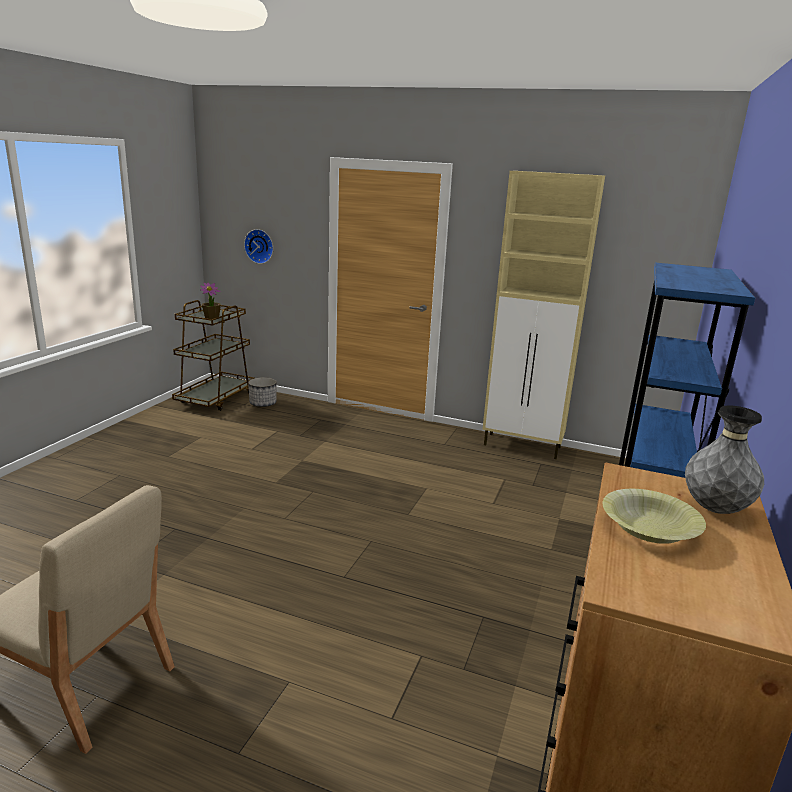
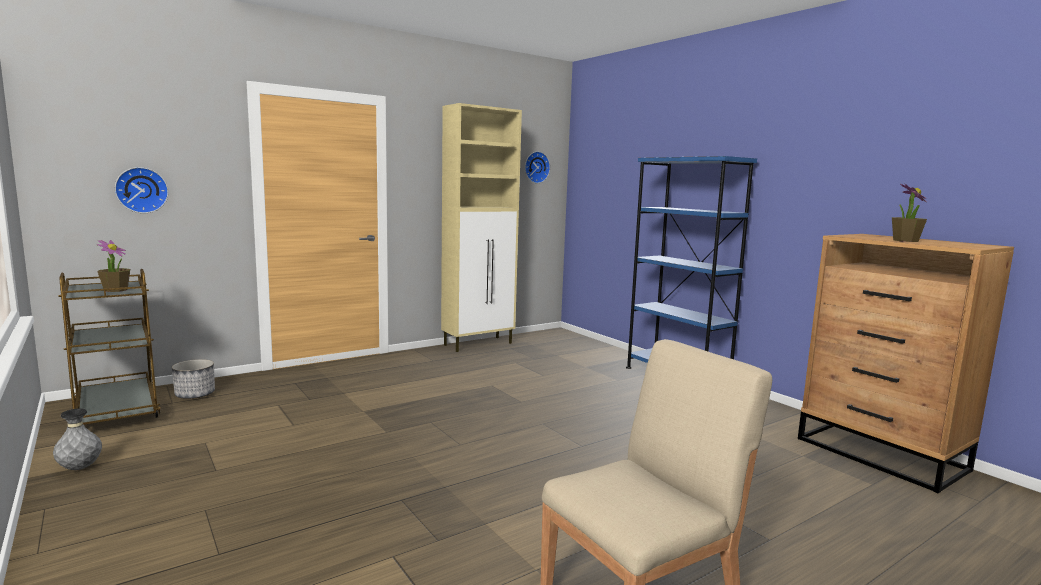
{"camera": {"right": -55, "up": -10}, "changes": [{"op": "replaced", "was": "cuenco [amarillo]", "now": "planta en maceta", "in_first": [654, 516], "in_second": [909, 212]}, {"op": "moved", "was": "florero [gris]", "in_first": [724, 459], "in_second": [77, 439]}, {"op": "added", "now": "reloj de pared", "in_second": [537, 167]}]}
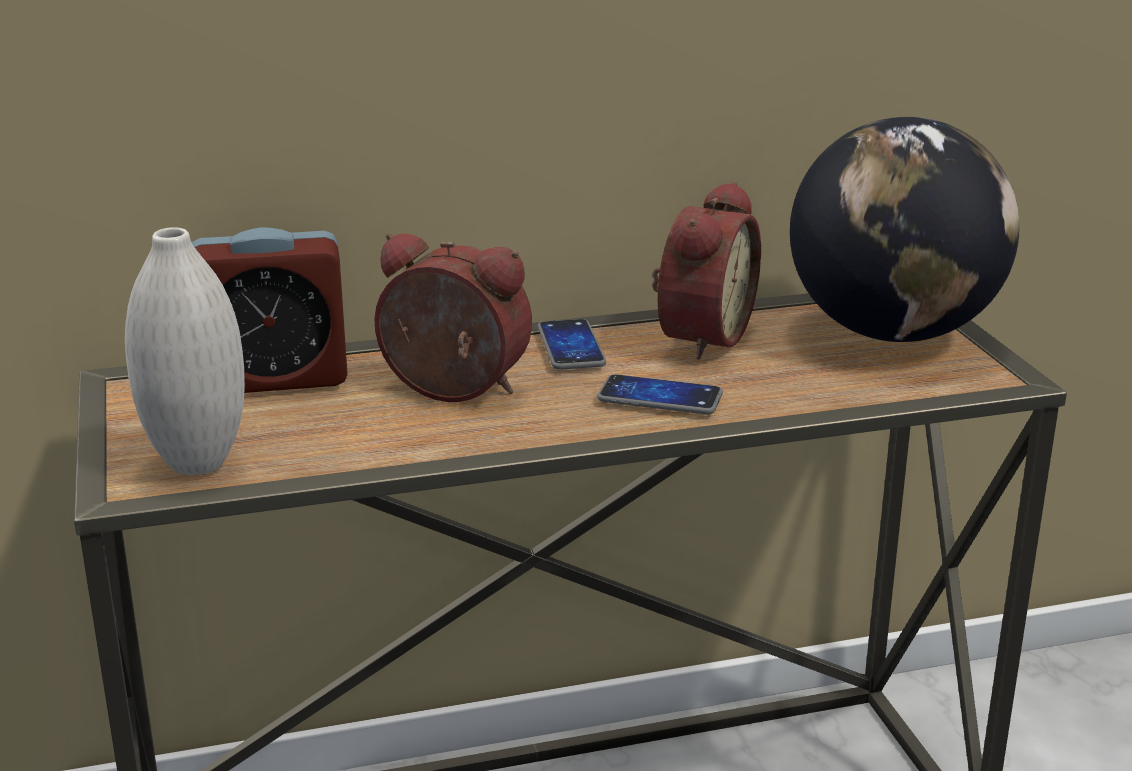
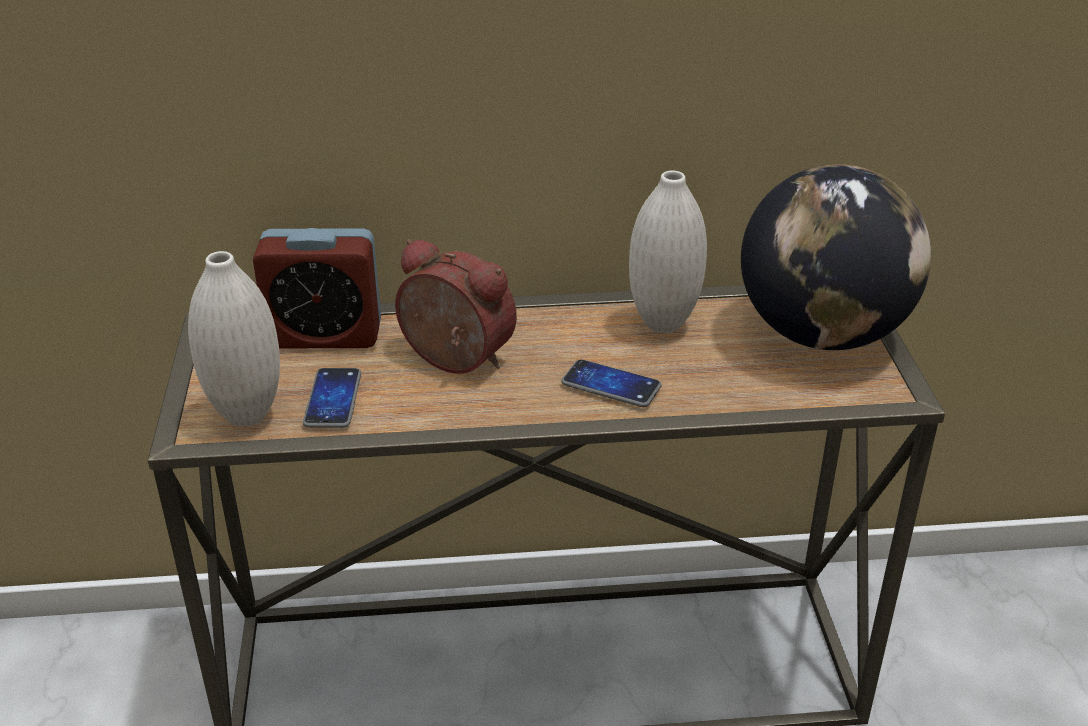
{"camera": {"right": 10, "up": 10}, "changes": [{"op": "moved", "was": "móvil", "in_first": [572, 344], "in_second": [332, 398]}, {"op": "replaced", "was": "despertador", "now": "florero [blanco]", "in_first": [706, 270], "in_second": [668, 251]}]}
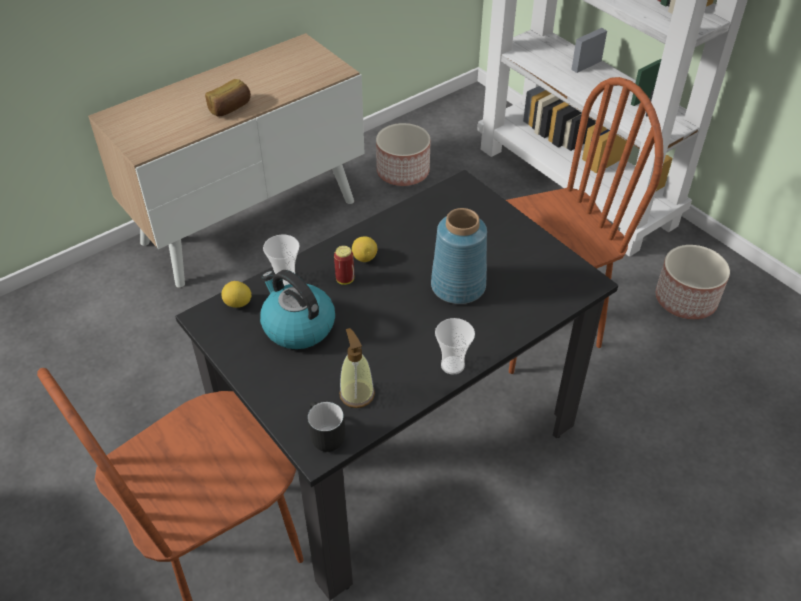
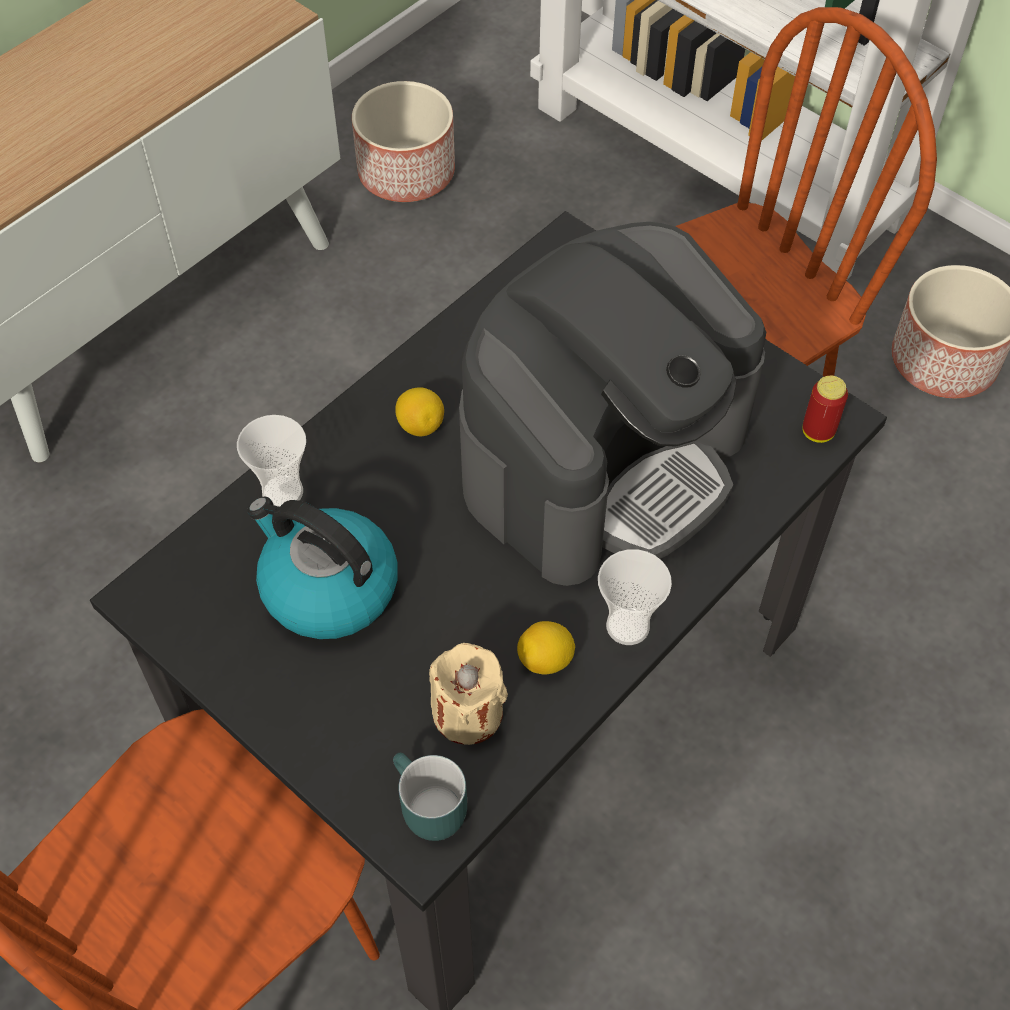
{"camera": {"right": -10, "up": 10}, "changes": [{"op": "removed", "was": "pan", "in_first": [228, 97]}, {"op": "moved", "was": "limón", "in_first": [236, 294], "in_second": [546, 647]}, {"op": "recoloured", "was": "taza grande [negro]", "now": "taza grande [turquesa]", "in_first": [326, 427], "in_second": [430, 797]}, {"op": "moved", "was": "lata", "in_first": [344, 265], "in_second": [825, 409]}, {"op": "replaced", "was": "dispensador de jabón", "now": "vela [beis]", "in_first": [357, 368], "in_second": [468, 694]}, {"op": "replaced", "was": "florero [azul]", "now": "cafetera", "in_first": [459, 256], "in_second": [612, 404]}]}
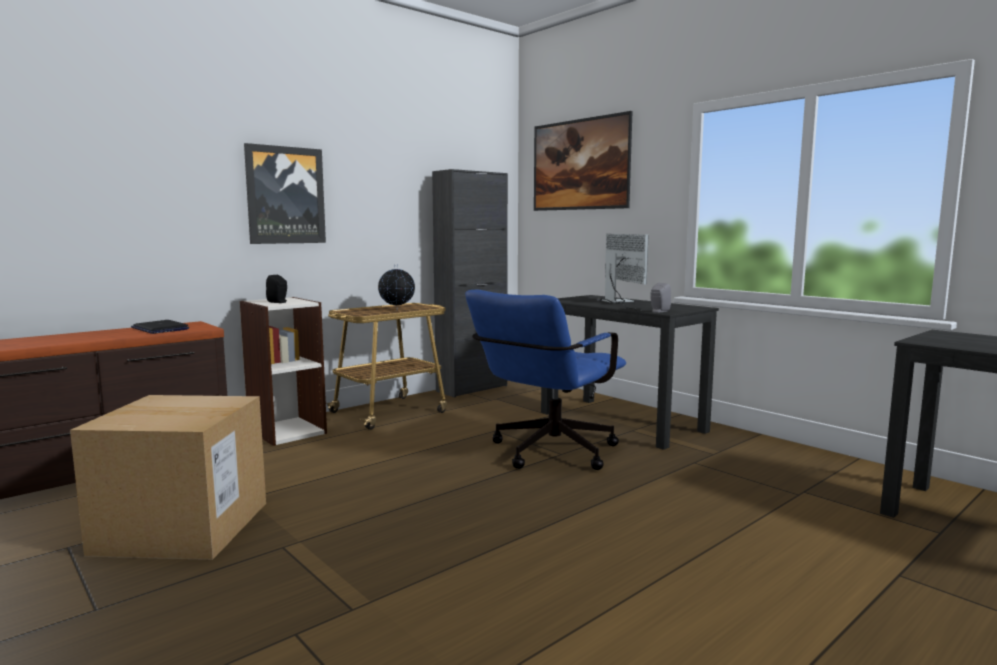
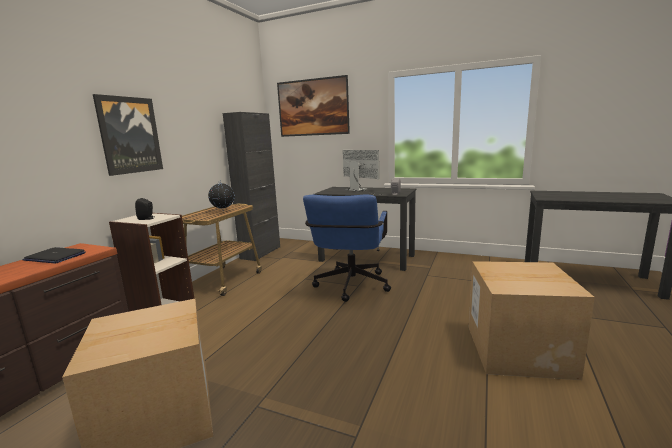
{"camera": {"right": -25, "up": 5}, "changes": [{"op": "added", "now": "caja de cartón", "in_second": [532, 320]}]}
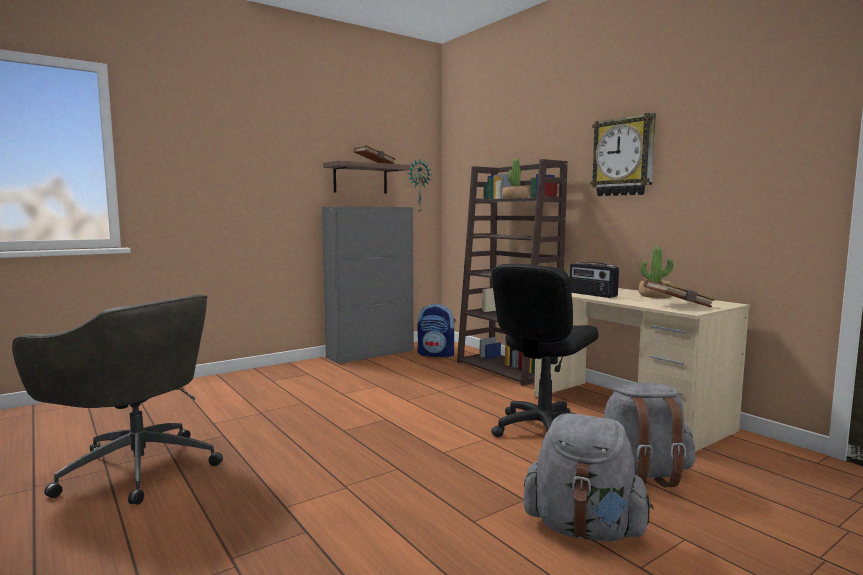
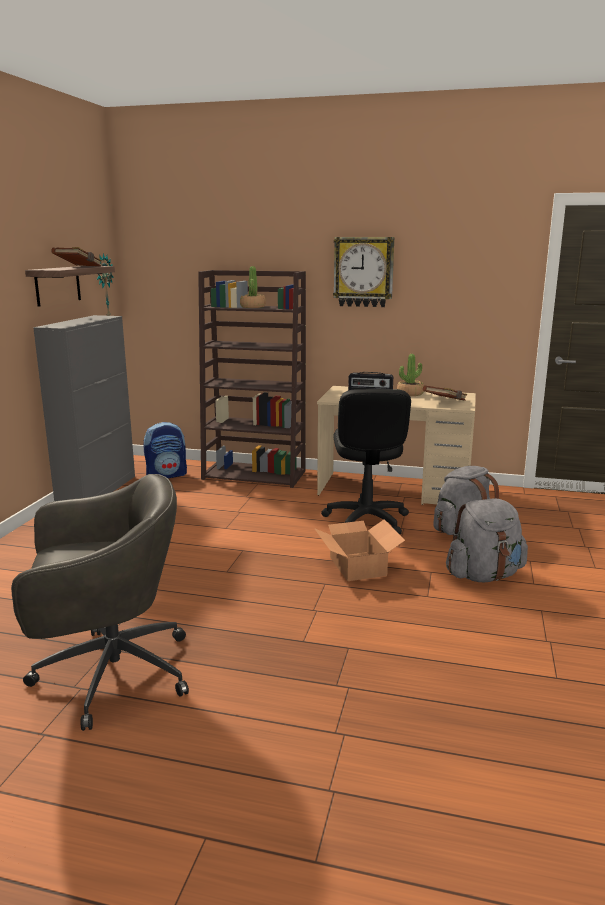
{"camera": {"right": -40, "up": 10}, "changes": [{"op": "added", "now": "caja de cartón", "in_second": [359, 550]}]}
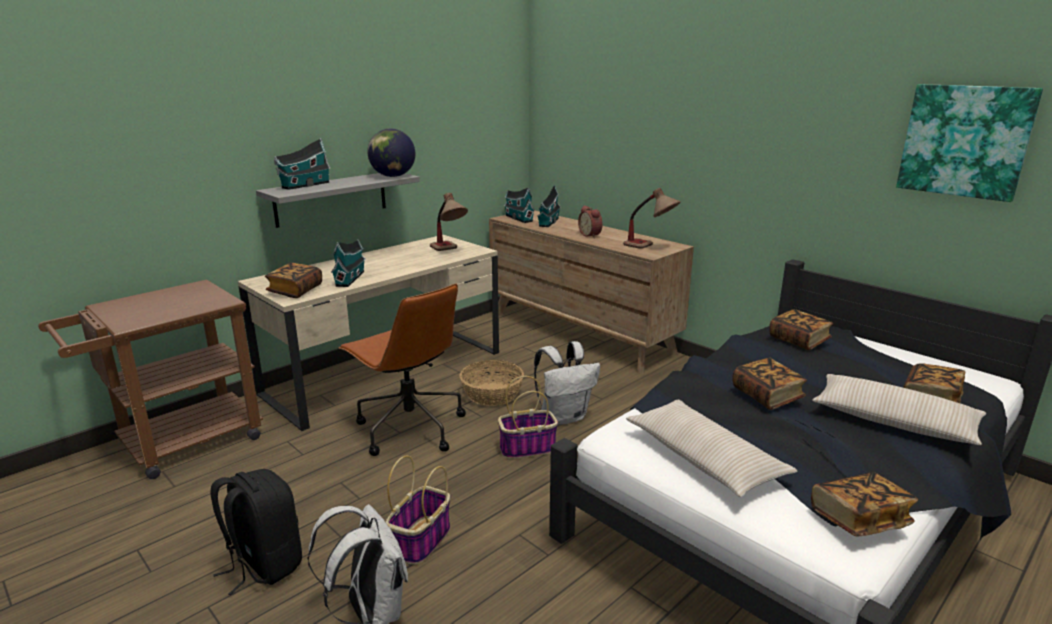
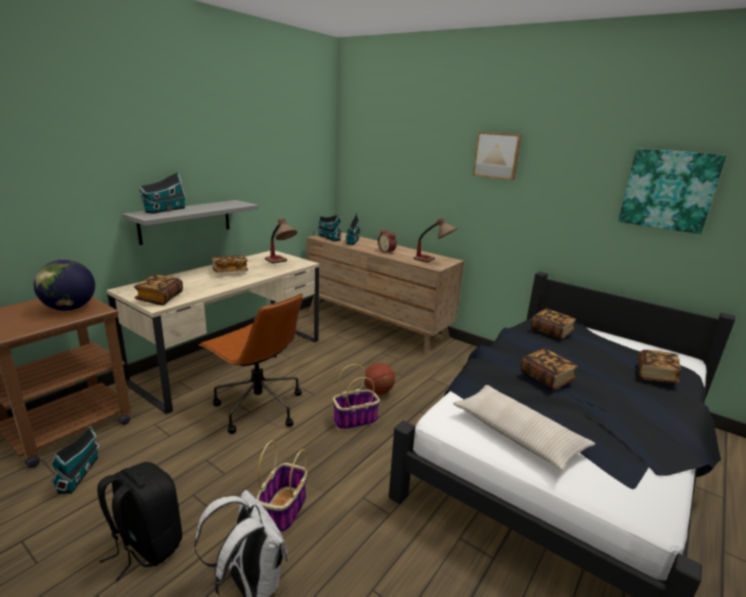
{"camera": {"right": -10, "up": 0}, "changes": [{"op": "moved", "was": "casita", "in_first": [348, 263], "in_second": [75, 460]}, {"op": "moved", "was": "globo terráqueo", "in_first": [391, 153], "in_second": [64, 285]}, {"op": "removed", "was": "cesta", "in_first": [492, 383]}, {"op": "replaced", "was": "mochila [blanco]", "now": "balón de baloncesto", "in_first": [567, 383], "in_second": [379, 379]}, {"op": "moved", "was": "libro", "in_first": [864, 504], "in_second": [230, 264]}, {"op": "removed", "was": "cojín [beis]", "in_first": [899, 409]}, {"op": "added", "now": "cuadro", "in_second": [497, 156]}]}
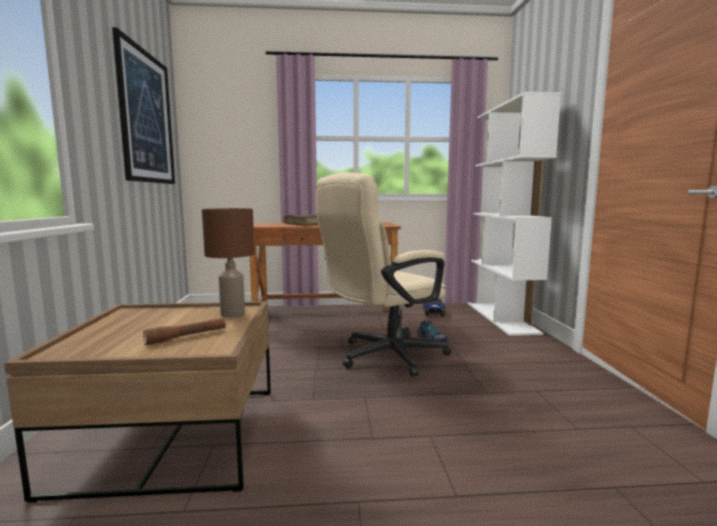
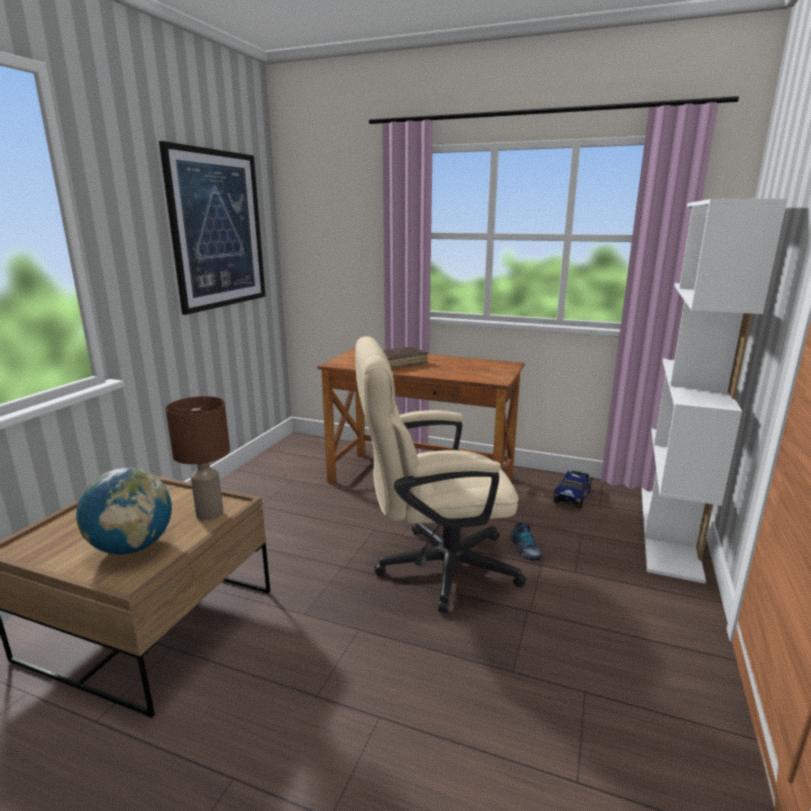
{"camera": {"right": 25, "up": 10}, "changes": [{"op": "replaced", "was": "linterna [marrón]", "now": "globo terráqueo", "in_first": [184, 331], "in_second": [124, 511]}]}
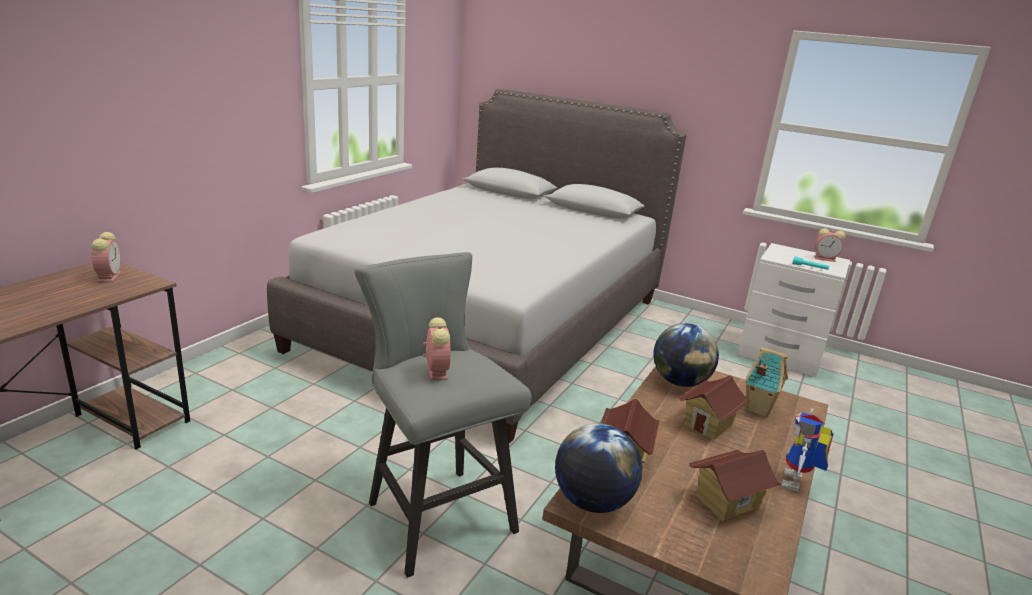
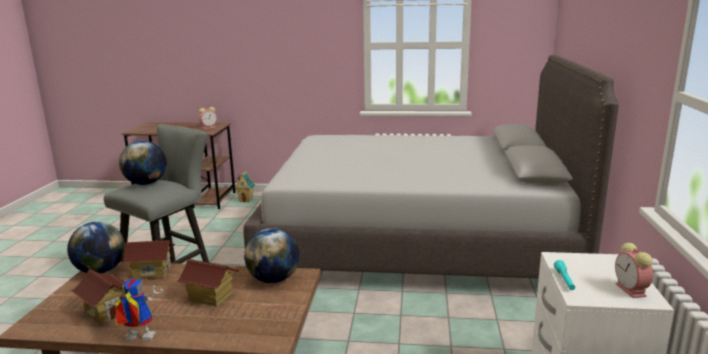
{"camera": {"right": 70, "up": -5}, "changes": [{"op": "replaced", "was": "despertador", "now": "globo terráqueo", "in_first": [437, 348], "in_second": [143, 163]}, {"op": "moved", "was": "casita", "in_first": [766, 382], "in_second": [244, 187]}]}
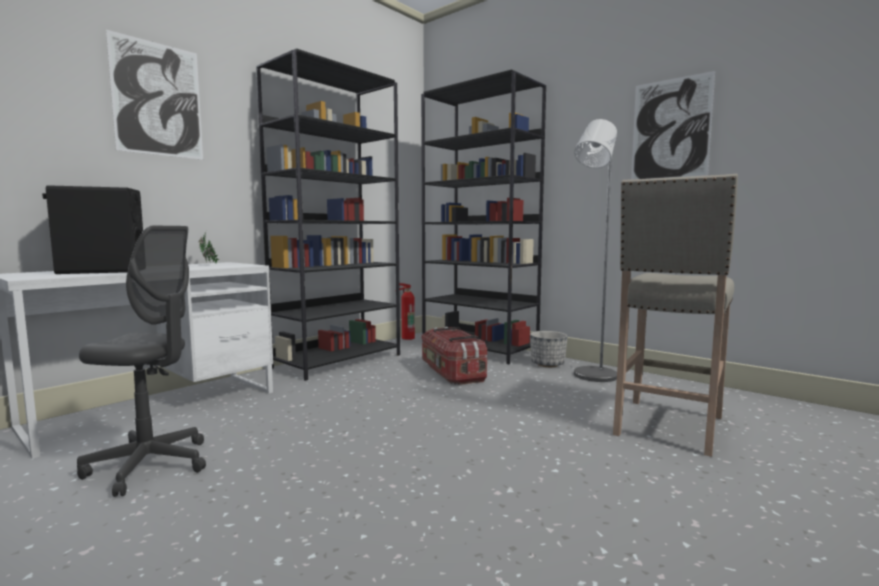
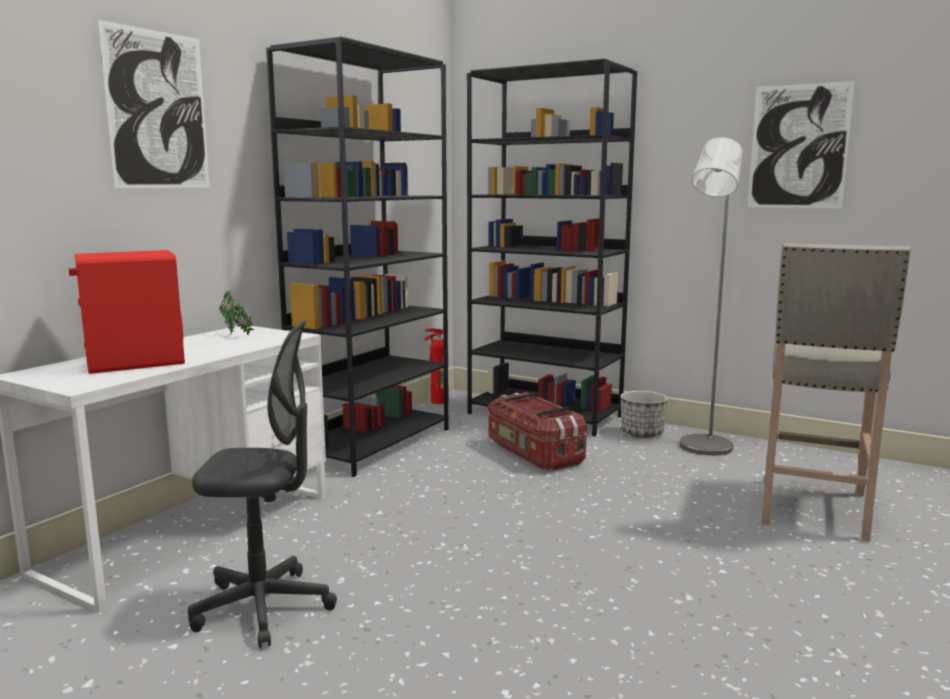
{"camera": {"right": -10, "up": 5}, "changes": [{"op": "recoloured", "was": "altavoz [negro]", "now": "altavoz [rojo]", "in_first": [92, 229], "in_second": [127, 312]}]}
